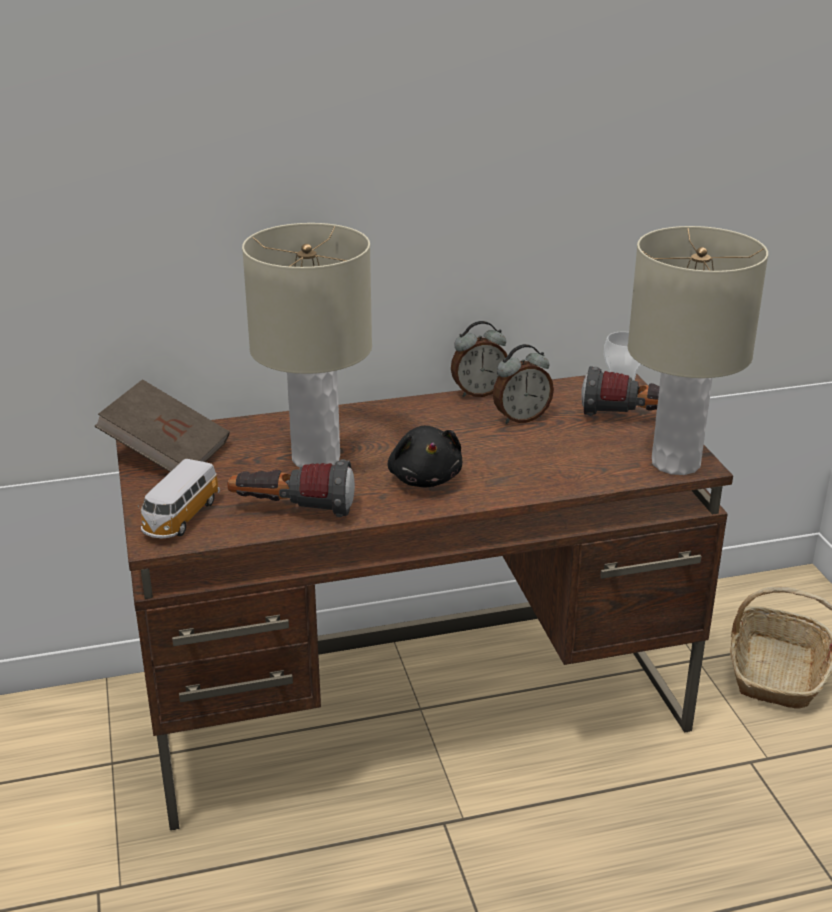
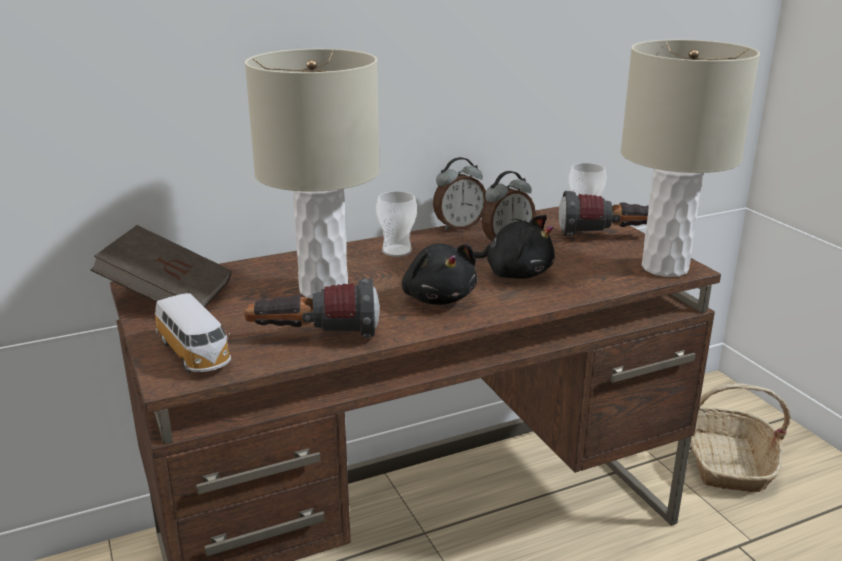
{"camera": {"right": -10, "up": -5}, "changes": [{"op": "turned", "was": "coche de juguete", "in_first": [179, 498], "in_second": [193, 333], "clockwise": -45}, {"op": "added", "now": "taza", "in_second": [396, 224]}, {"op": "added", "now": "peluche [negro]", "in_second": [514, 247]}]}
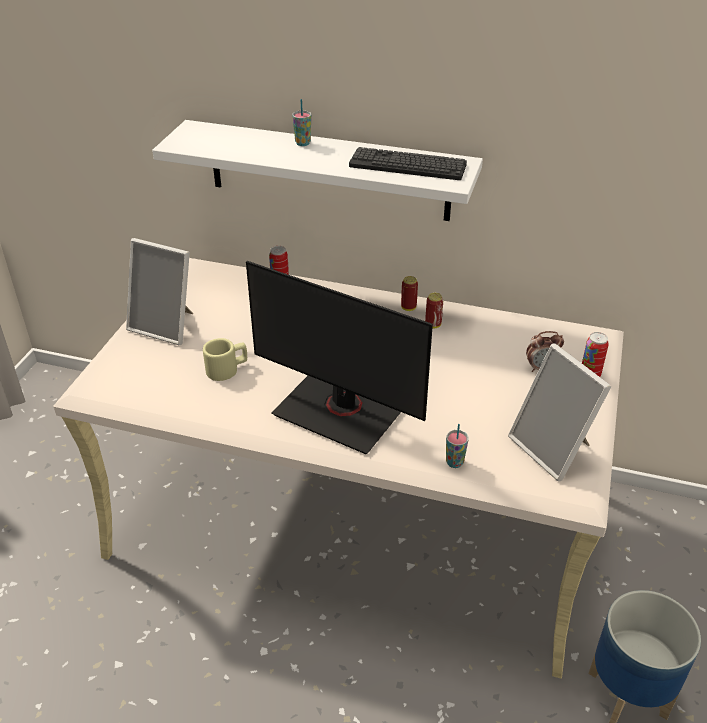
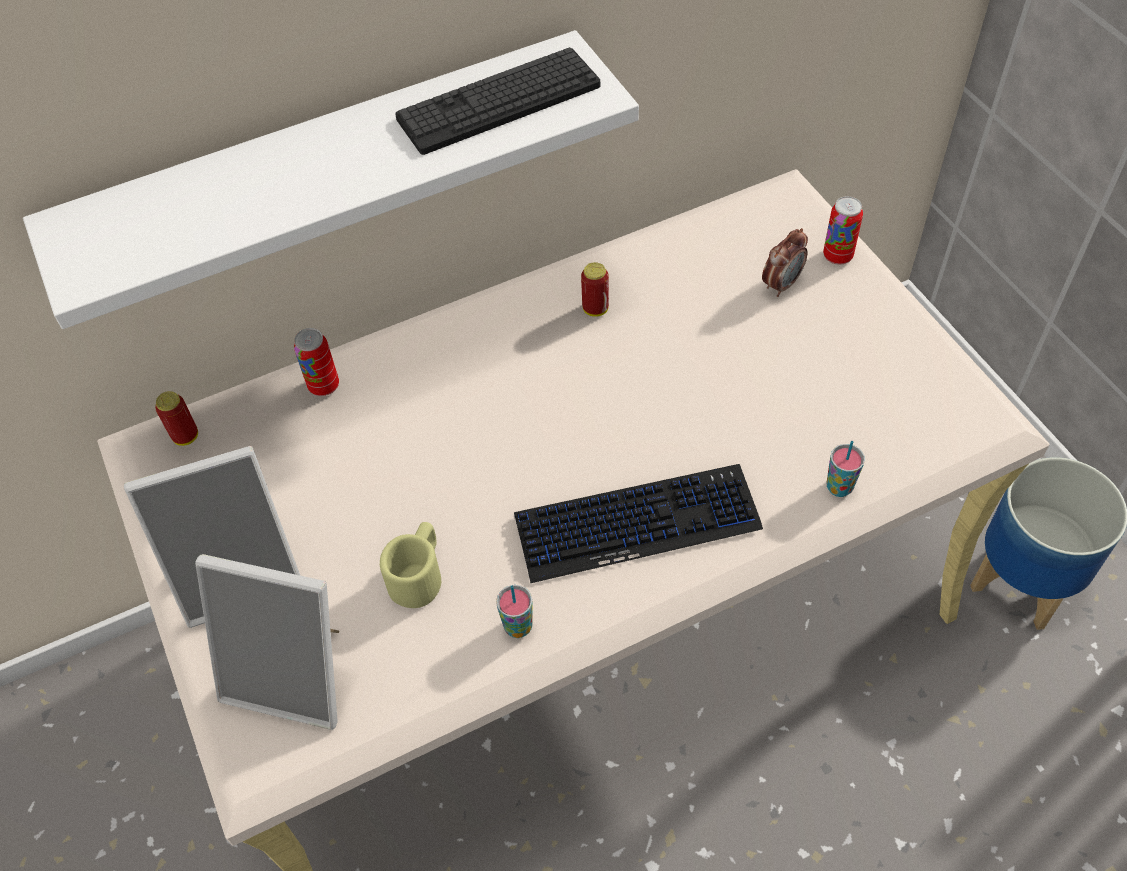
{"camera": {"right": -40, "up": 15}, "changes": [{"op": "replaced", "was": "monitor", "now": "teclado", "in_first": [339, 357], "in_second": [638, 523]}, {"op": "moved", "was": "taza", "in_first": [301, 122], "in_second": [514, 611]}, {"op": "moved", "was": "lata", "in_first": [409, 293], "in_second": [176, 418]}, {"op": "moved", "was": "portarretratos", "in_first": [559, 412], "in_second": [267, 642]}]}
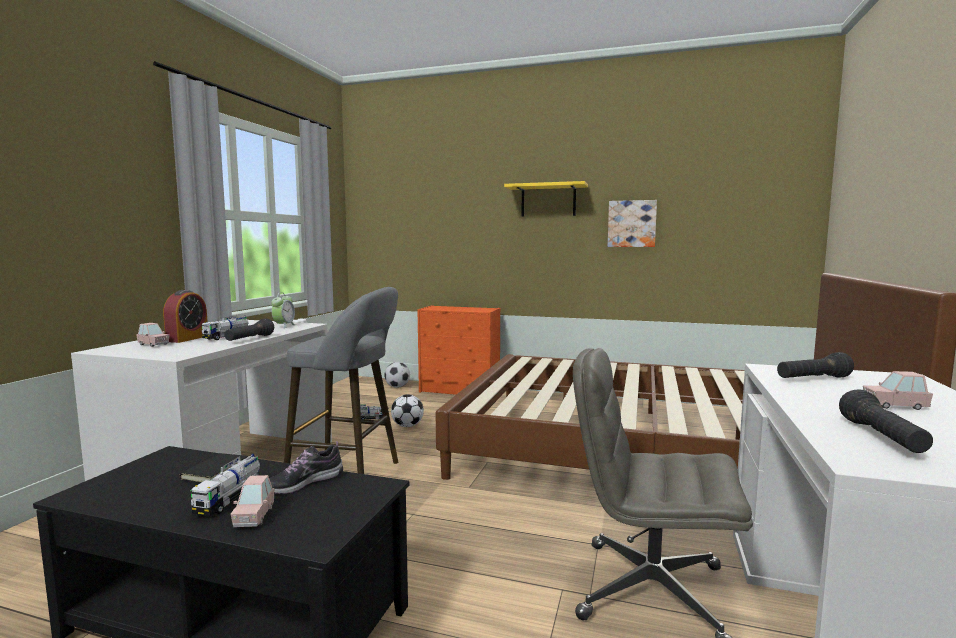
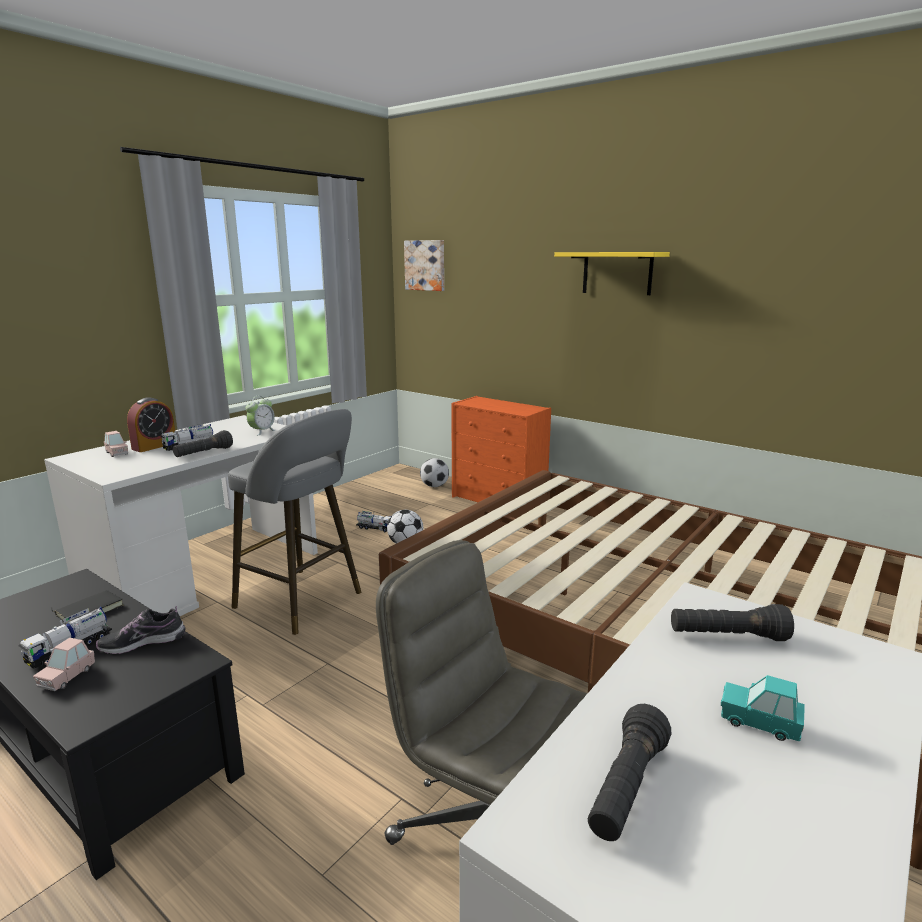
{"camera": {"right": 20, "up": 10}, "changes": [{"op": "moved", "was": "cuadro", "in_first": [632, 223], "in_second": [424, 265]}, {"op": "recoloured", "was": "coche de juguete [rosa]", "now": "coche de juguete [turquesa]", "in_first": [898, 390], "in_second": [763, 708]}]}
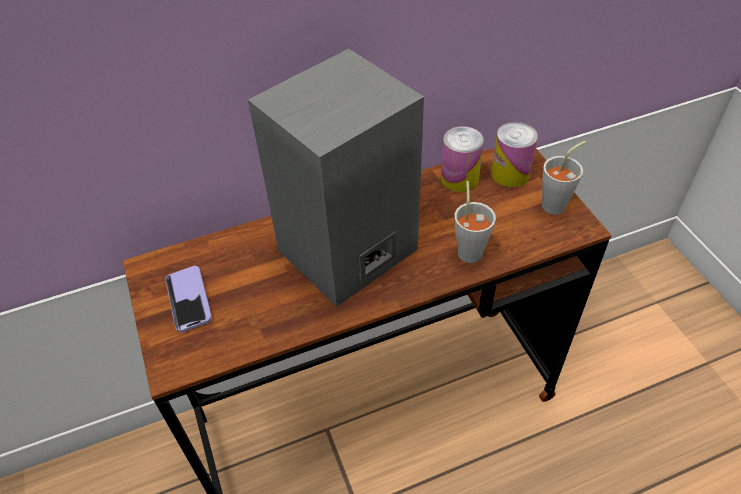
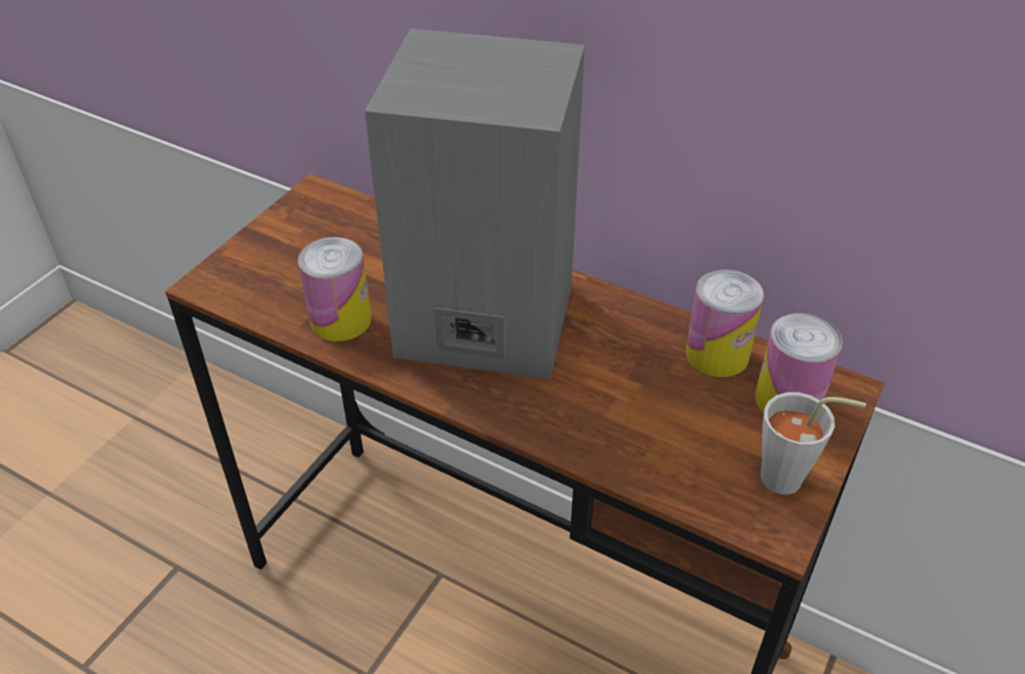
{"camera": {"right": 50, "up": -5}, "changes": [{"op": "removed", "was": "móvil", "in_first": [188, 299]}, {"op": "removed", "was": "taza [gris]", "in_first": [475, 222]}, {"op": "added", "now": "lata", "in_second": [334, 289]}]}
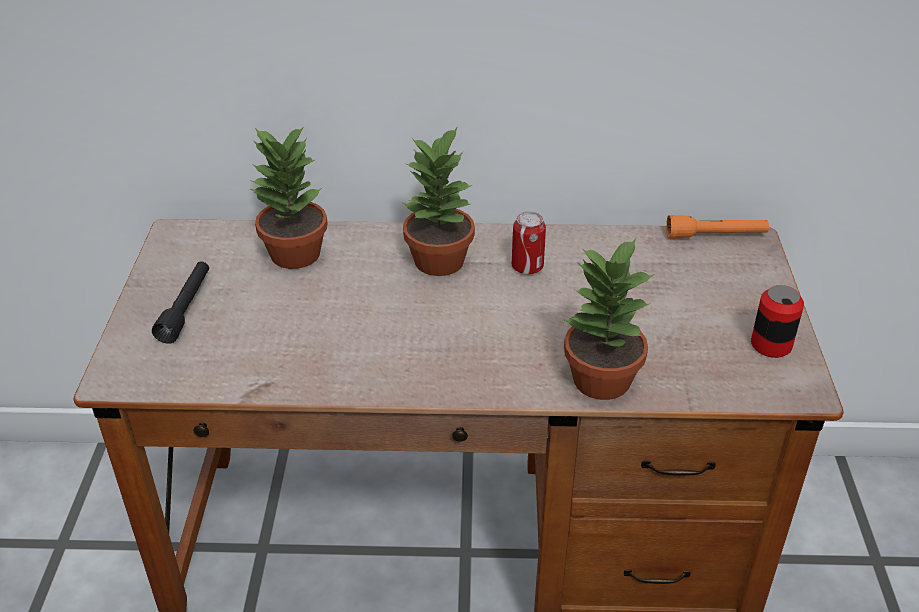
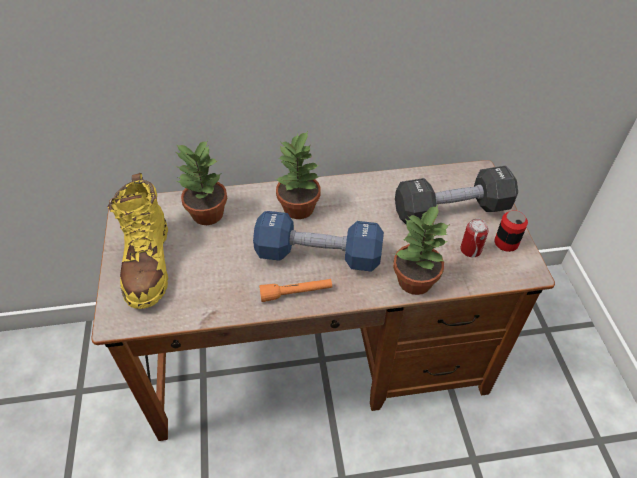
{"camera": {"right": -10, "up": 10}, "changes": [{"op": "replaced", "was": "linterna [negro]", "now": "bota [amarillo]", "in_first": [180, 302], "in_second": [137, 241]}, {"op": "moved", "was": "lata", "in_first": [529, 242], "in_second": [474, 237]}, {"op": "moved", "was": "linterna [naranja]", "in_first": [717, 227], "in_second": [295, 290]}, {"op": "added", "now": "mancuerna [azul]", "in_second": [318, 241]}, {"op": "added", "now": "mancuerna [negro]", "in_second": [456, 195]}]}
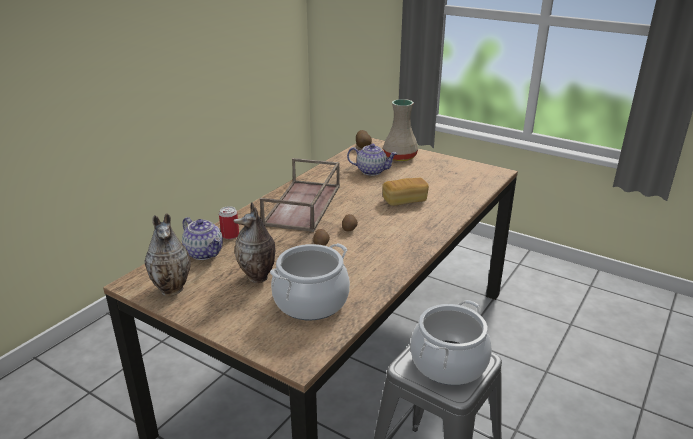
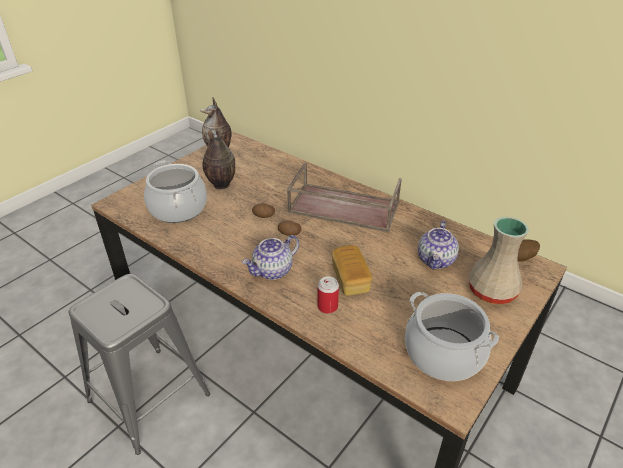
{"camera": {"right": 95, "up": 10}, "changes": [{"op": "moved", "was": "tetera", "in_first": [202, 238], "in_second": [270, 257]}, {"op": "moved", "was": "lata", "in_first": [229, 222], "in_second": [328, 295]}, {"op": "moved", "was": "olla", "in_first": [451, 342], "in_second": [452, 336]}]}
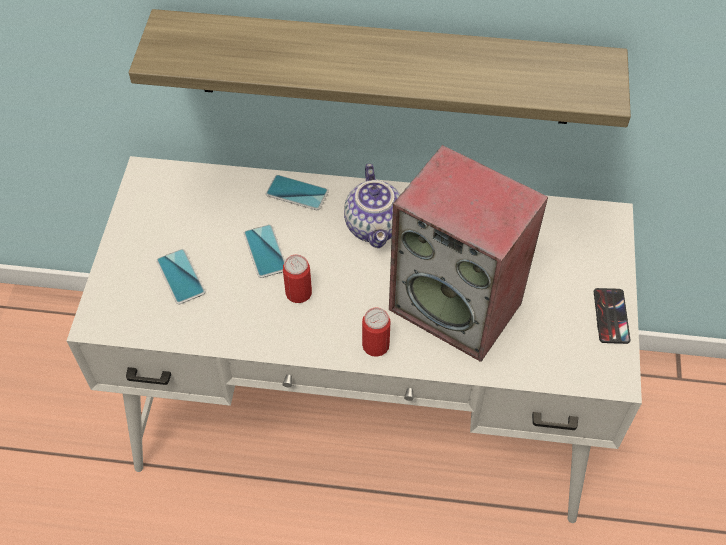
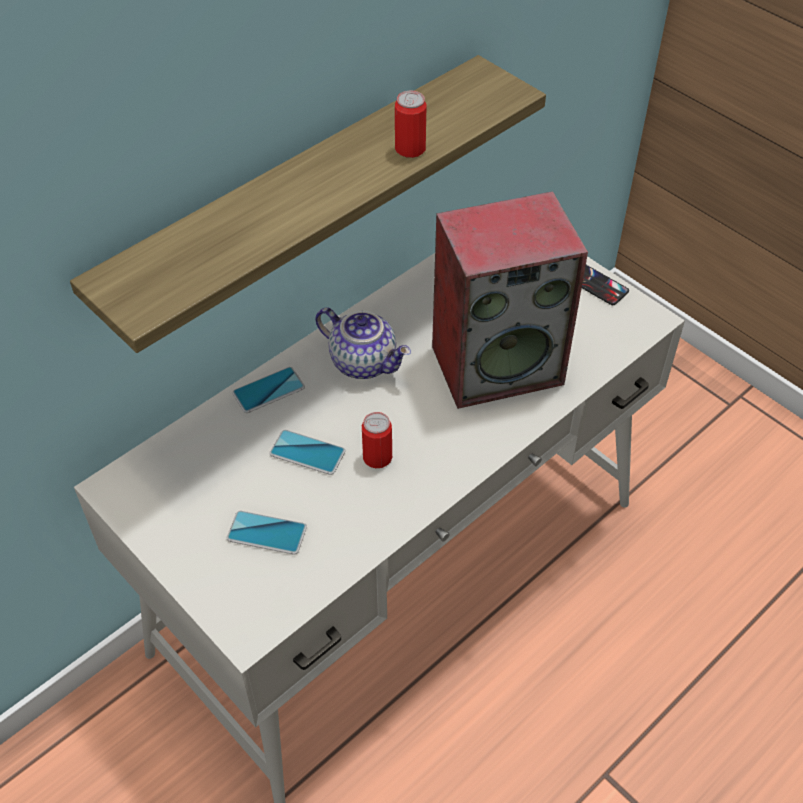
{"camera": {"right": -50, "up": -5}, "changes": [{"op": "moved", "was": "lata", "in_first": [376, 332], "in_second": [411, 124]}]}
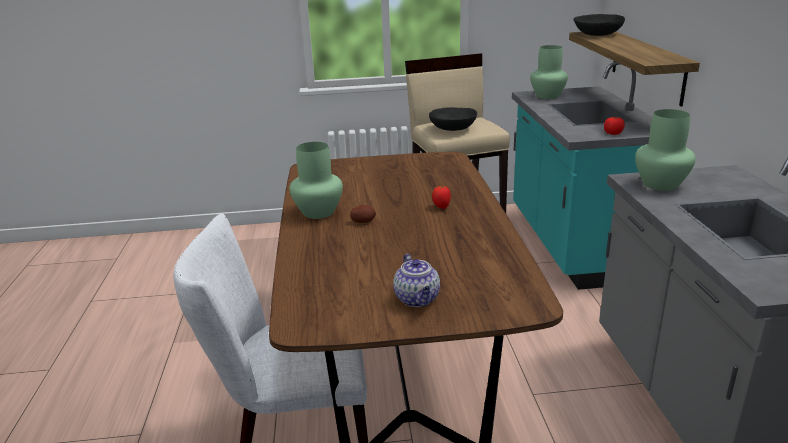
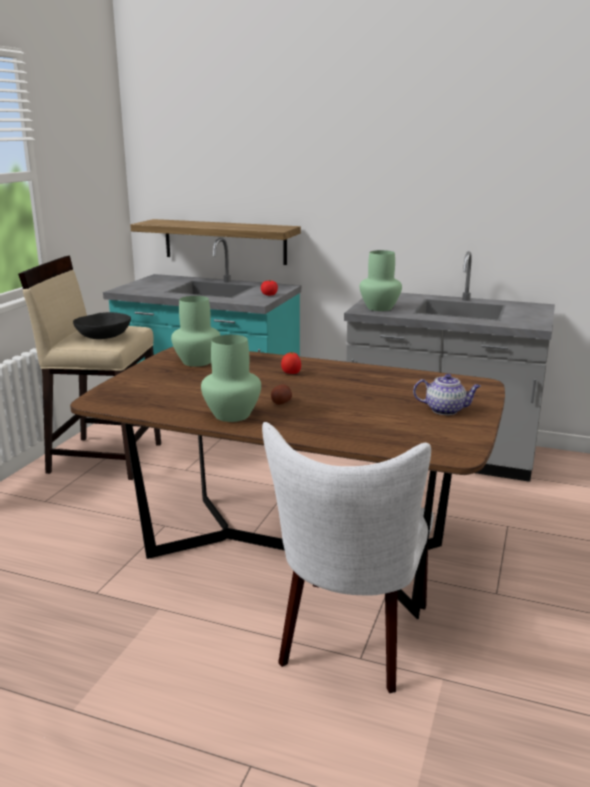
{"camera": {"right": -65, "up": -5}, "changes": [{"op": "moved", "was": "florero [verde]", "in_first": [549, 72], "in_second": [196, 331]}, {"op": "removed", "was": "cuenco [negro]", "in_first": [599, 25]}]}
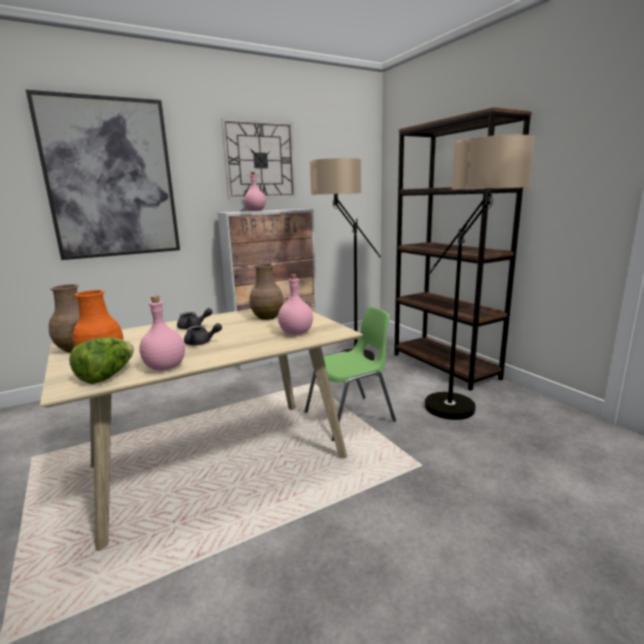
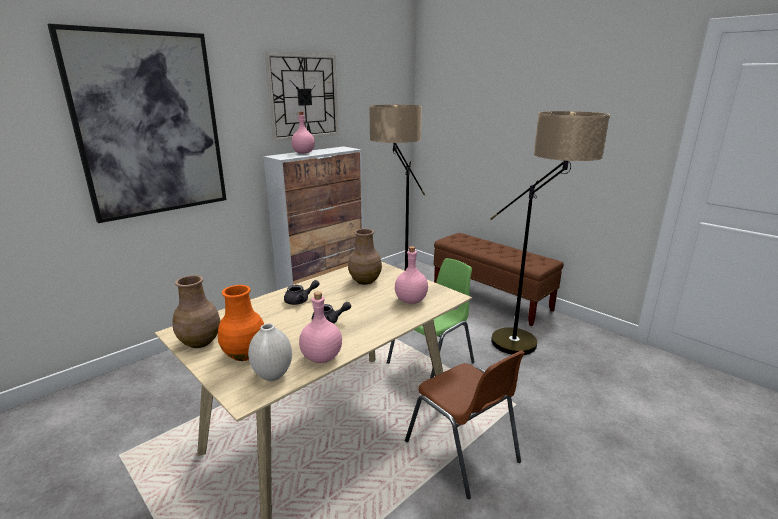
{"camera": {"right": -15, "up": 5}, "changes": [{"op": "replaced", "was": "lechuga", "now": "florero [blanco]", "in_first": [101, 360], "in_second": [270, 352]}, {"op": "replaced", "was": "estantería [marrón]", "now": "banco [marrón]", "in_first": [463, 249], "in_second": [498, 279]}, {"op": "added", "now": "silla [marrón]", "in_second": [465, 424]}]}
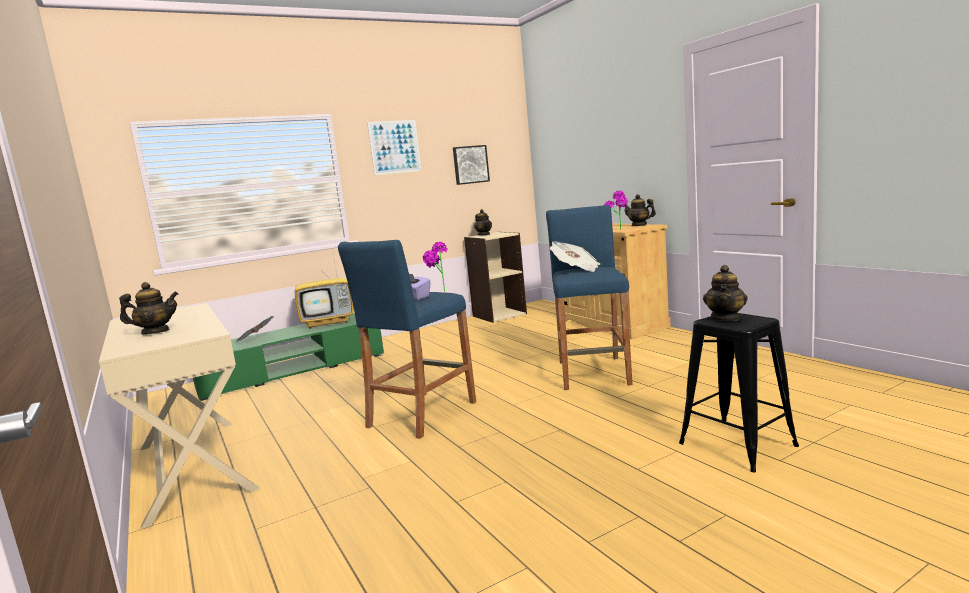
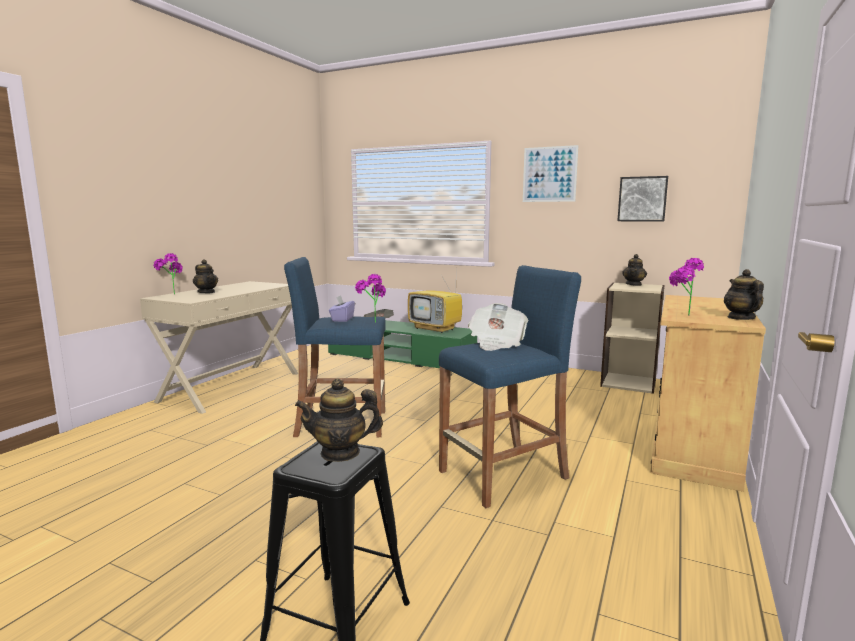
{"camera": {"right": 55, "up": 0}, "changes": [{"op": "added", "now": "planta en maceta", "in_second": [168, 273]}]}
